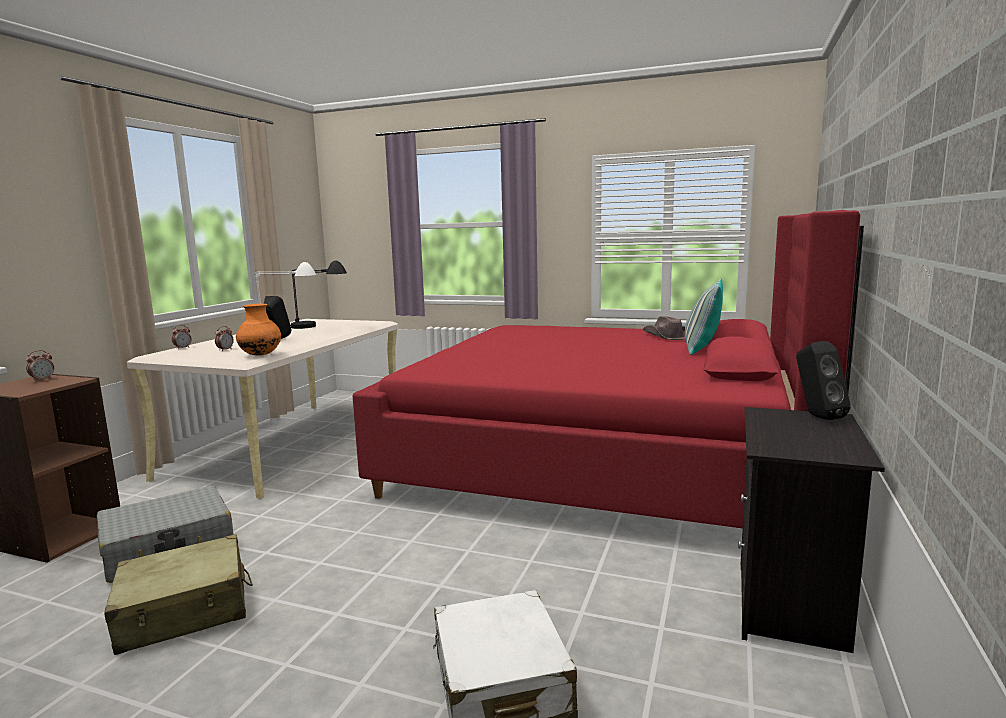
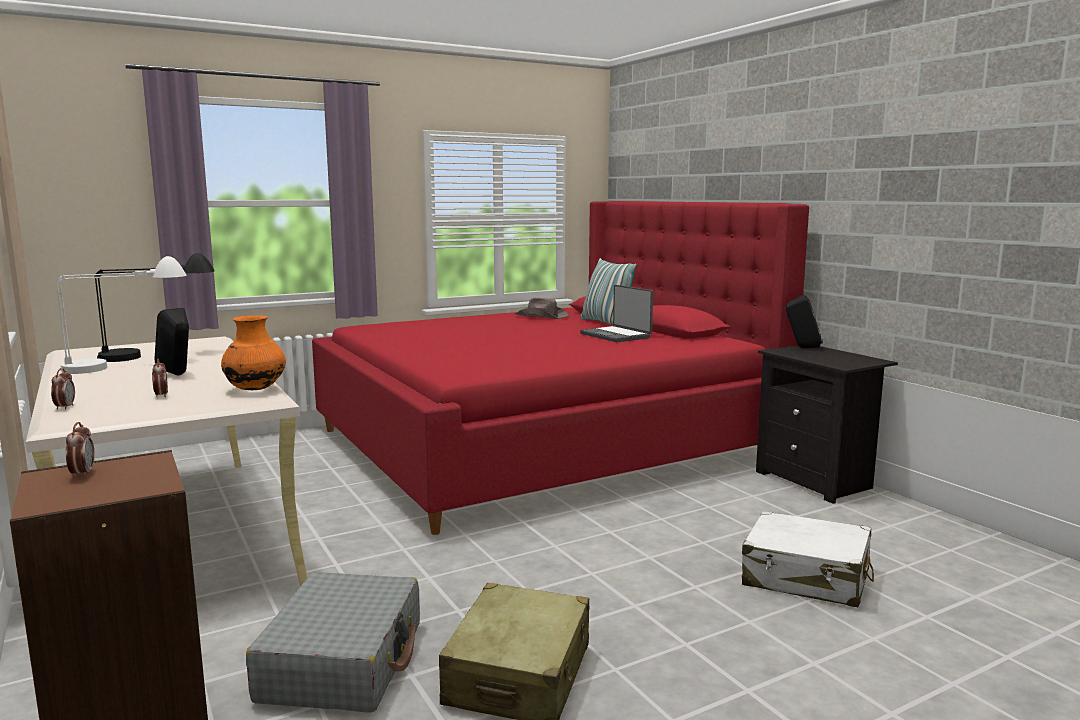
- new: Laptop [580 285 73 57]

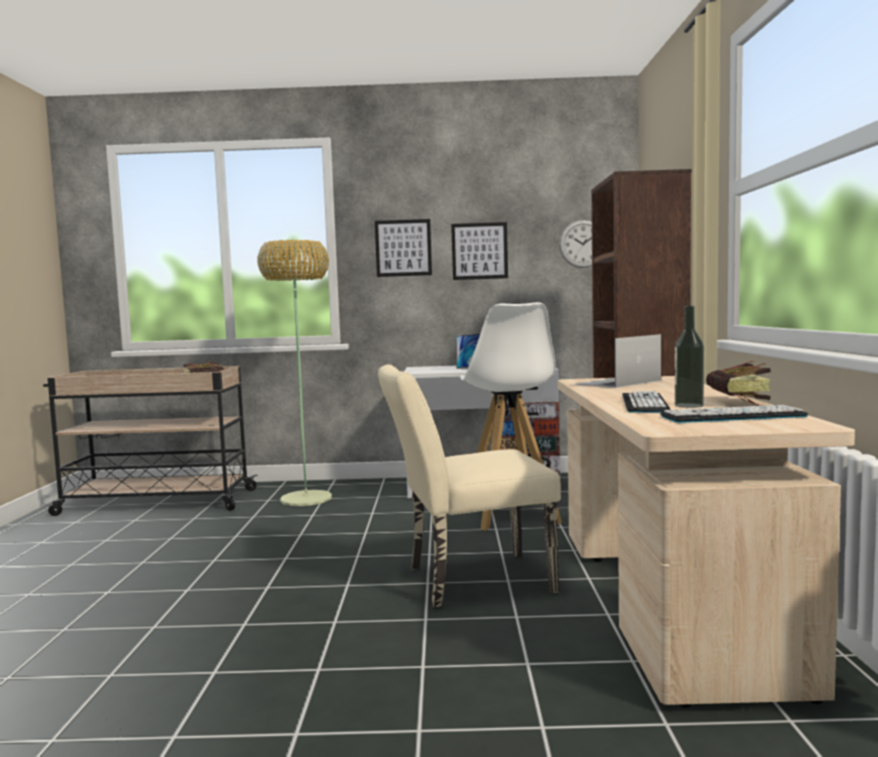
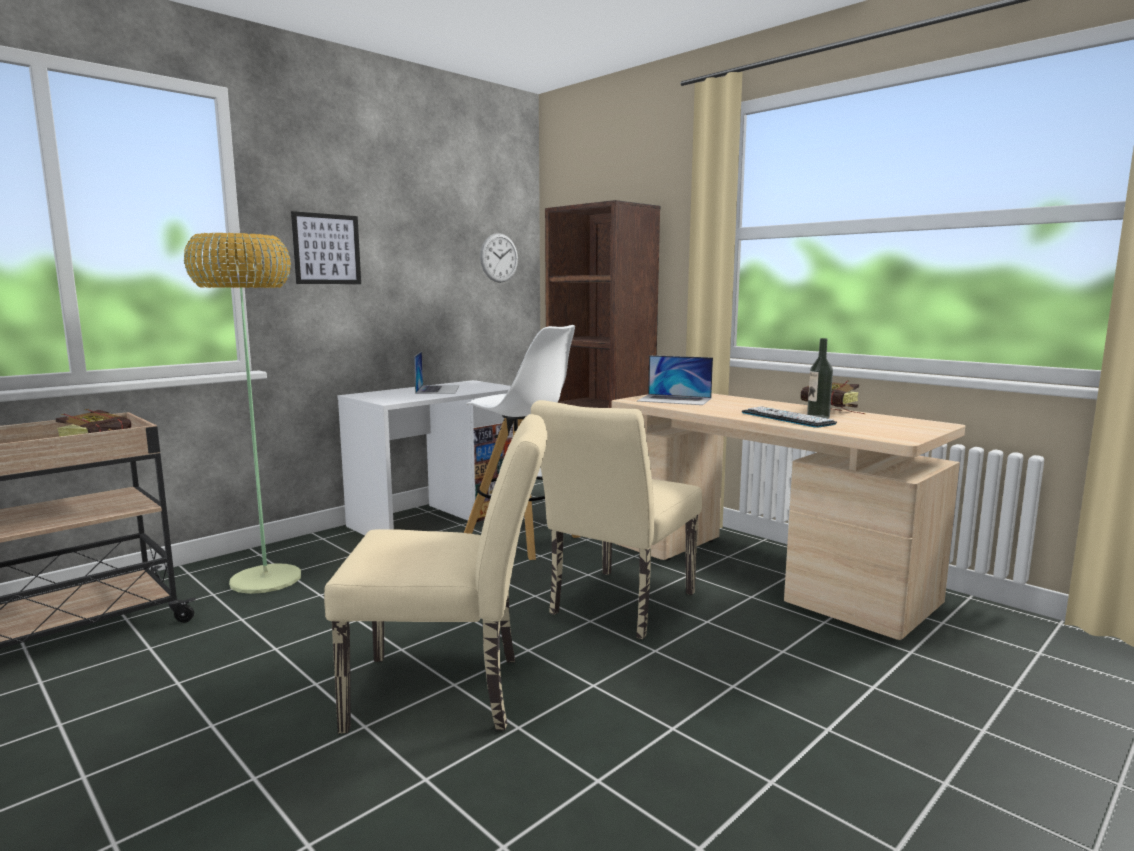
- new: Stuhl/beige [324 414 223 319]
- rotated: Laptop [575 334 86 54] = [637 355 76 50] 75 degrees counterclockwise
- gone: Bild [451 222 57 58]
- gone: Tastatur [660 405 148 18]

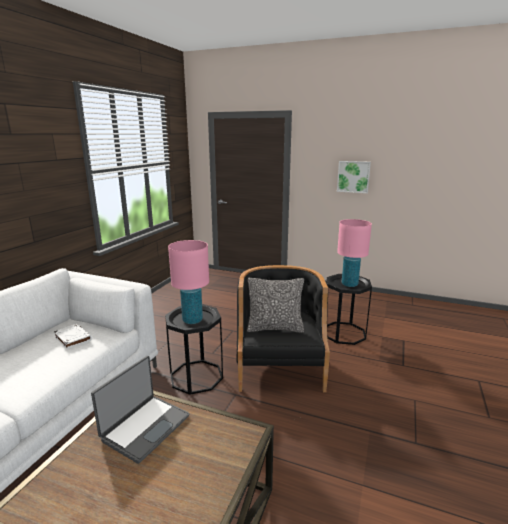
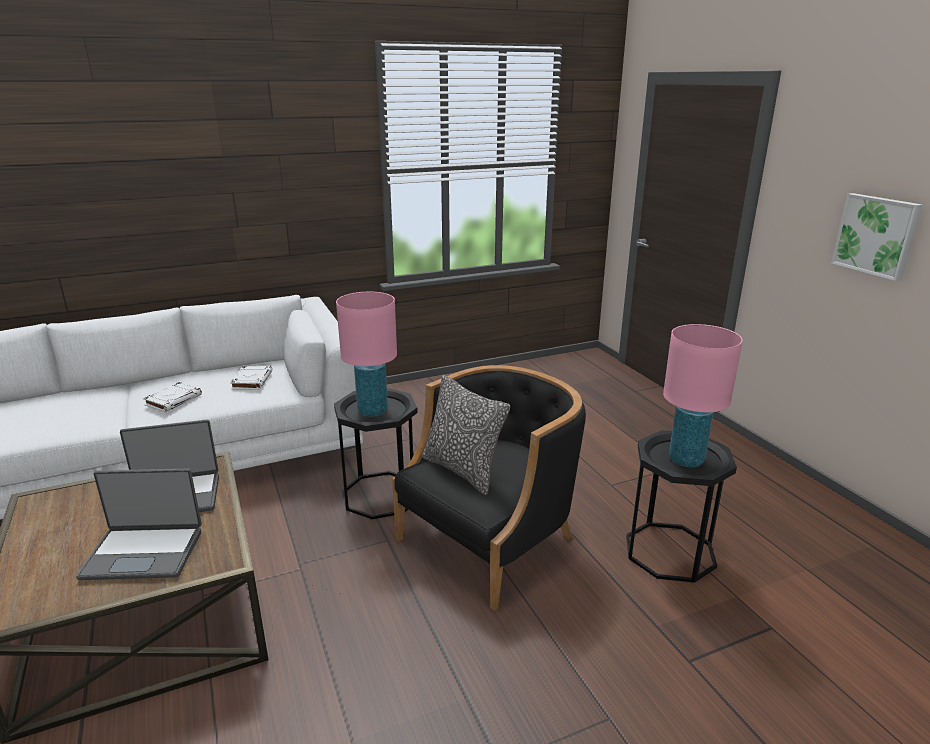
- new: Laptop [76 469 126 111]
- new: Buch/weiß [143 382 59 30]

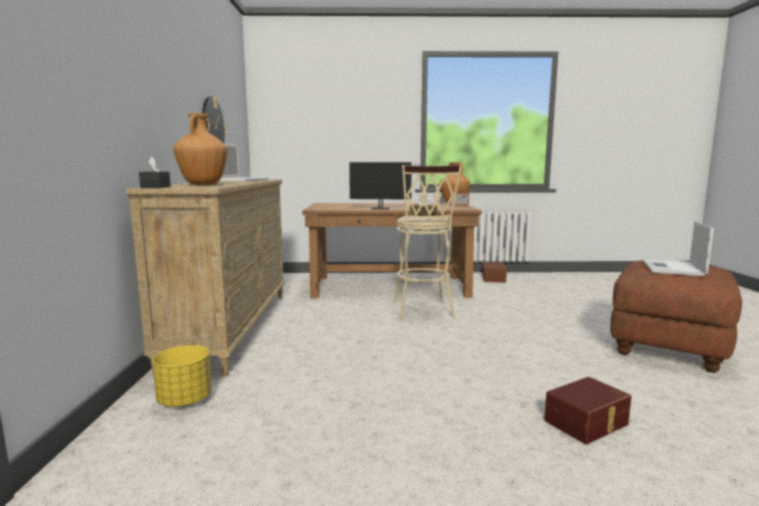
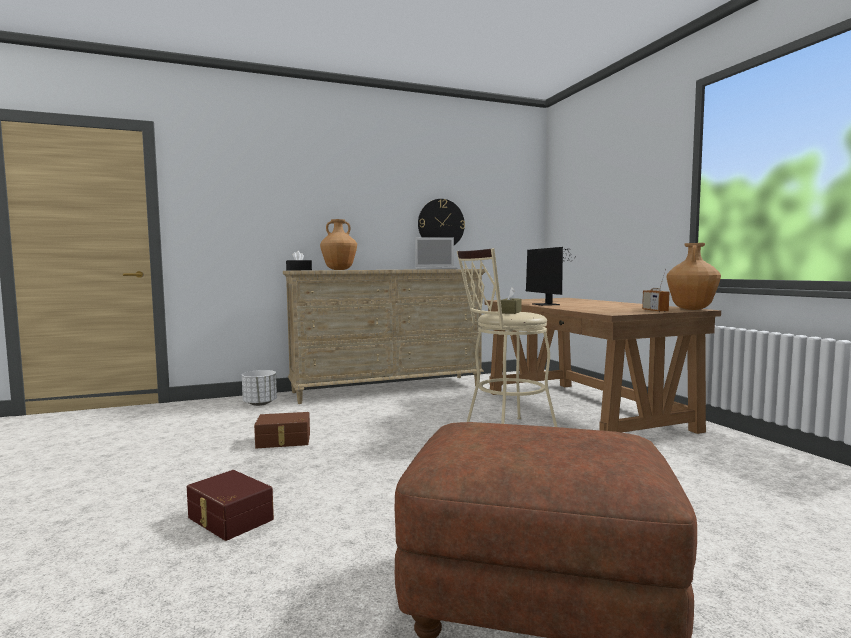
- repainted: Pflanzkübel/gelb [152 345 60 62] to Pflanzkübel/weiß [242 370 35 36]
- shifted: Aufbewahrungsbox/braun [482 262 25 21] to [254 412 56 36]
- gone: Laptop [643 221 71 55]

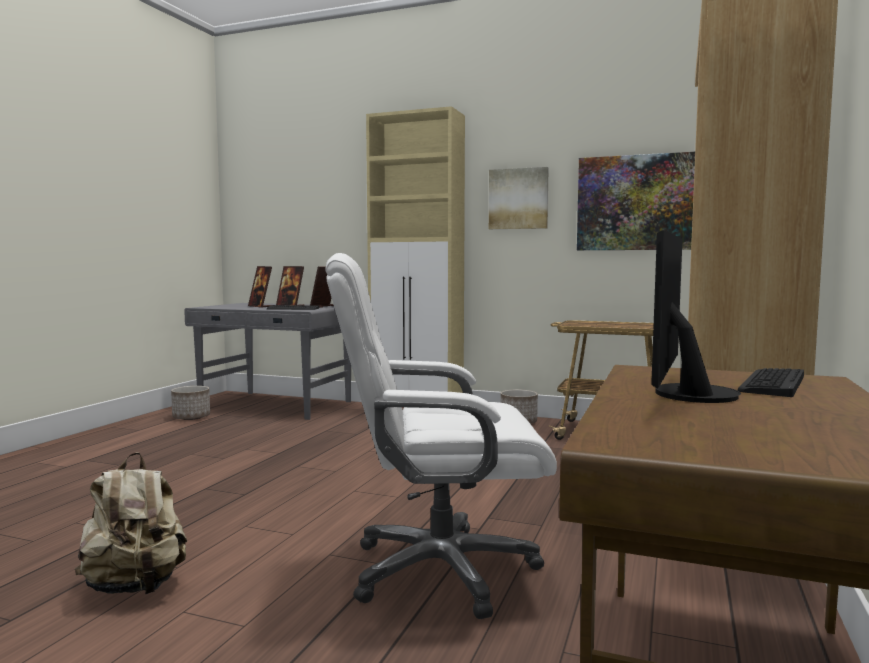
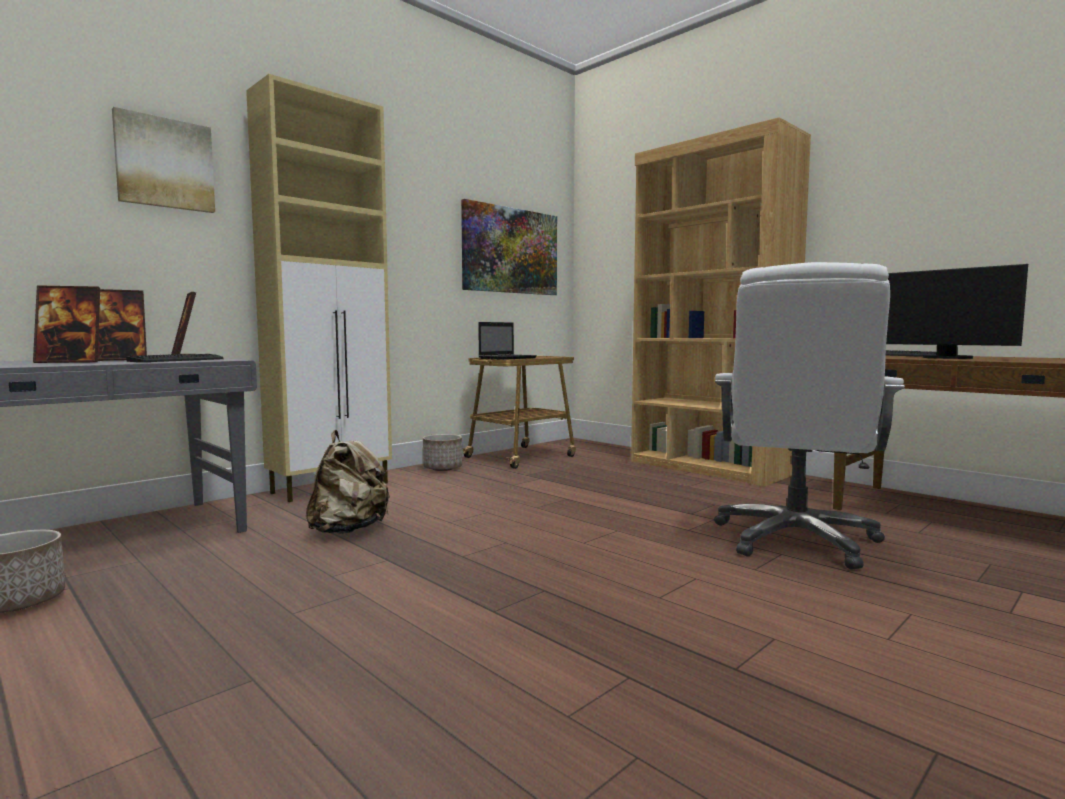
- shifted: Bild [489 167 60 62] to [112 107 103 106]
- shifted: Rucksack/beige [75 452 112 142] to [306 430 84 104]
- new: Laptop [478 322 59 38]

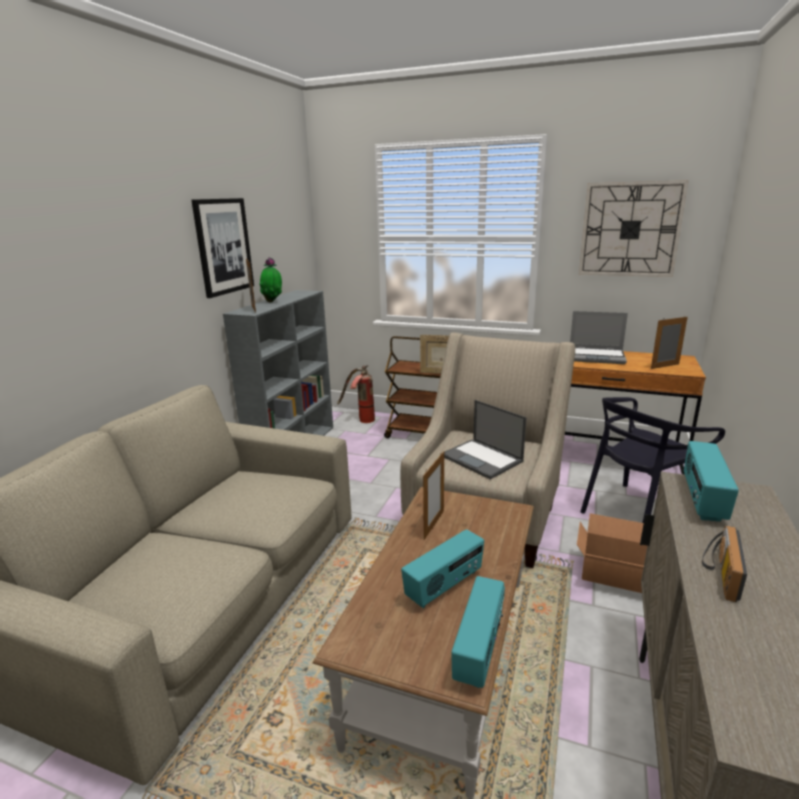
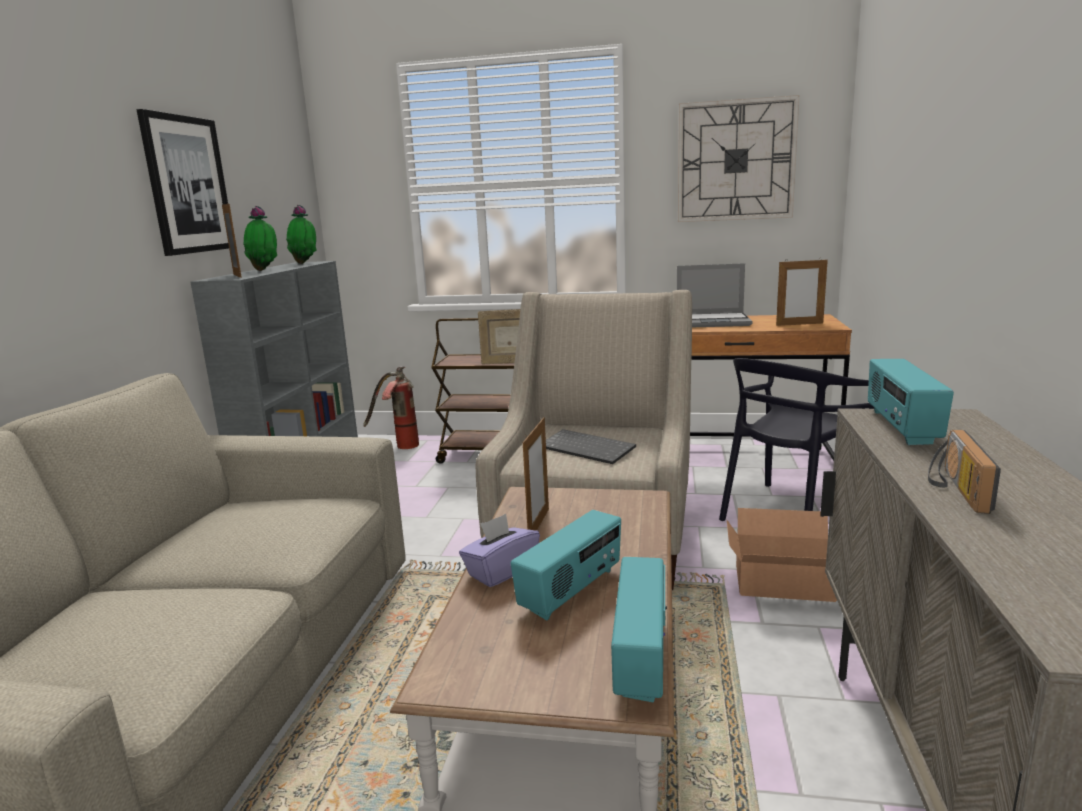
- new: Topfpflanze [286 205 30 59]
- new: Taschentuchbox/lila [459 514 81 73]
- swapped: Laptop [444 400 82 79] to Tastatur [546 429 90 35]
- rotated: Bilderrahmen [651 316 37 53] = [776 258 52 68] 150 degrees counterclockwise

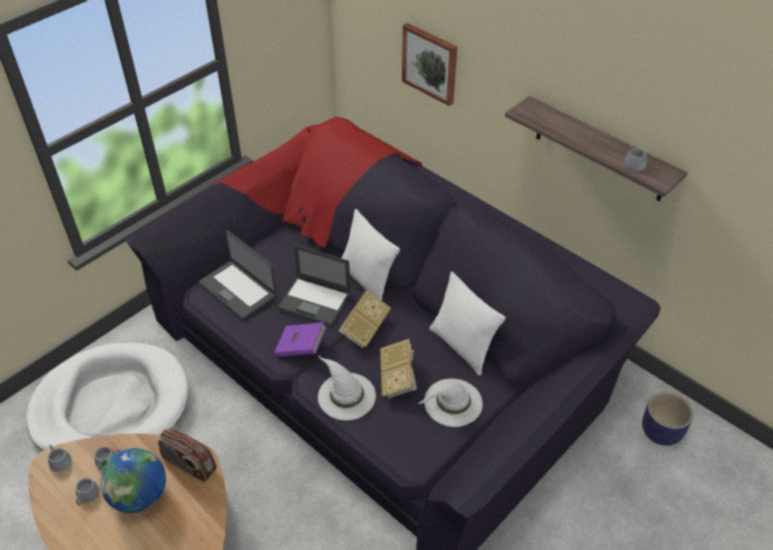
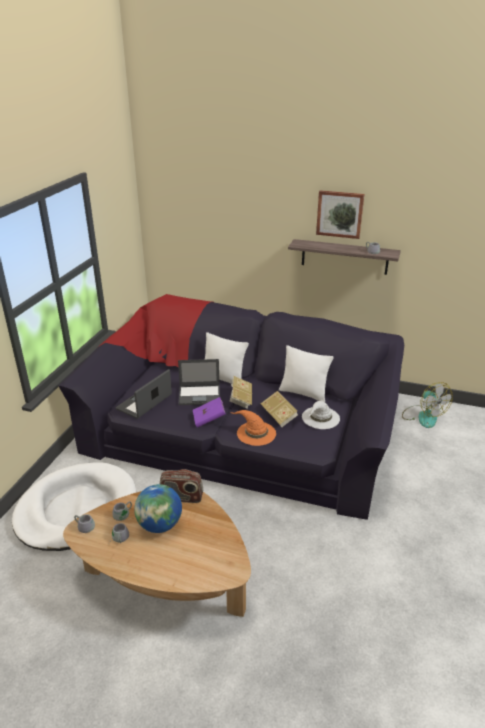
- rotated: Laptop [199 230 78 89] = [116 369 56 50] 105 degrees clockwise
- repainted: Hut/weiß [318 355 58 66] to Hut/orange [230 410 46 36]
- shifted: Bild [402 23 55 83] to [316 190 48 49]
- swapped: Pflanzkübel [642 392 51 54] to Ventilator [402 382 51 46]

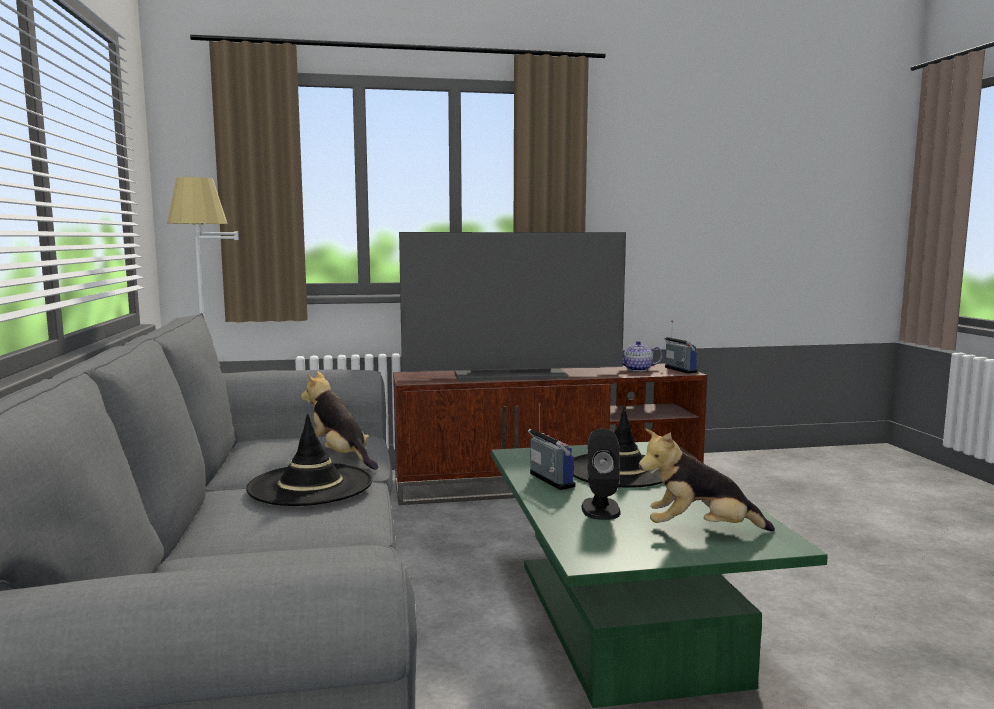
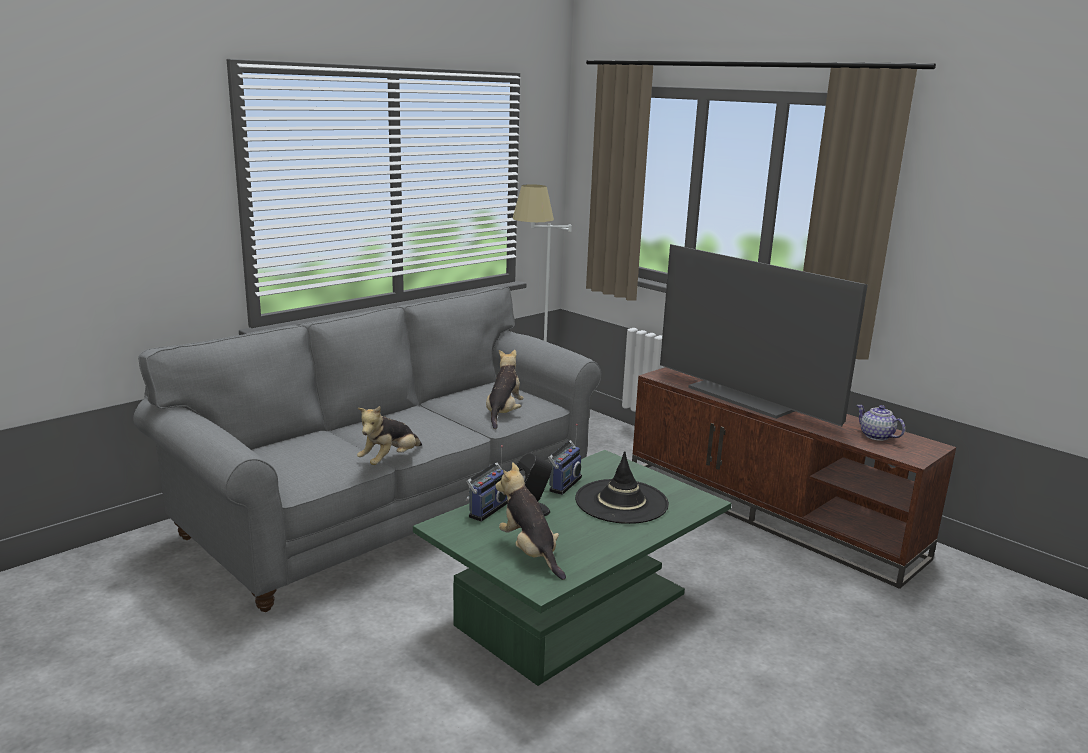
- new: Plüschtier [357 406 65 59]
- shifted: Radio [664 320 34 54] to [466 445 42 77]
- gone: Hut/schwarz [246 414 127 92]

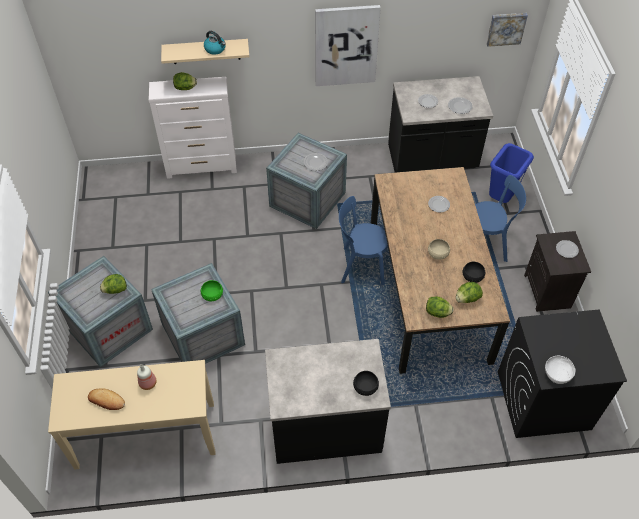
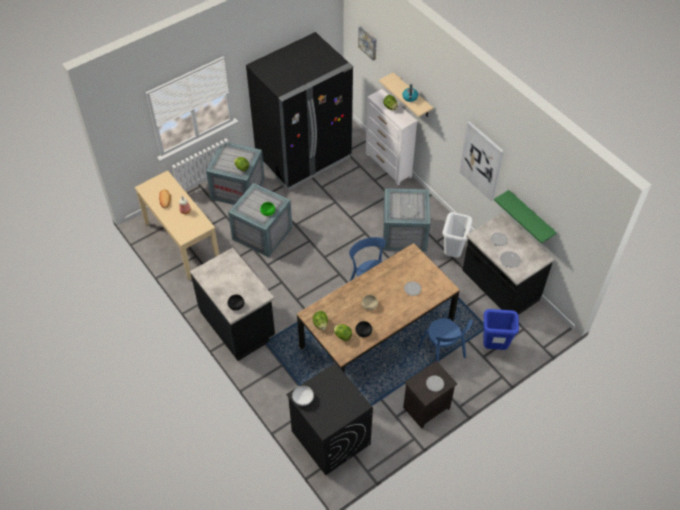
- new: Kühlschrank/schwarz [246 32 107 159]
- shifted: Bild [487 13 41 34] to [358 26 19 35]
- new: Mülleimer/weiß [442 212 30 46]
- new: Wandregal/grün [494 190 63 54]

